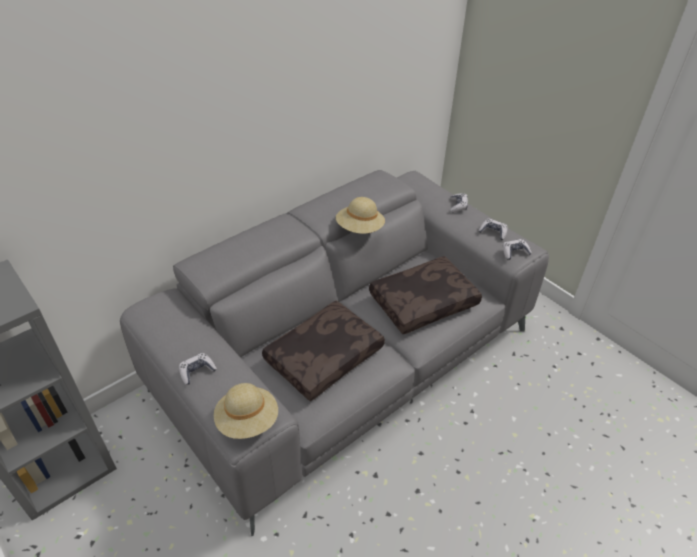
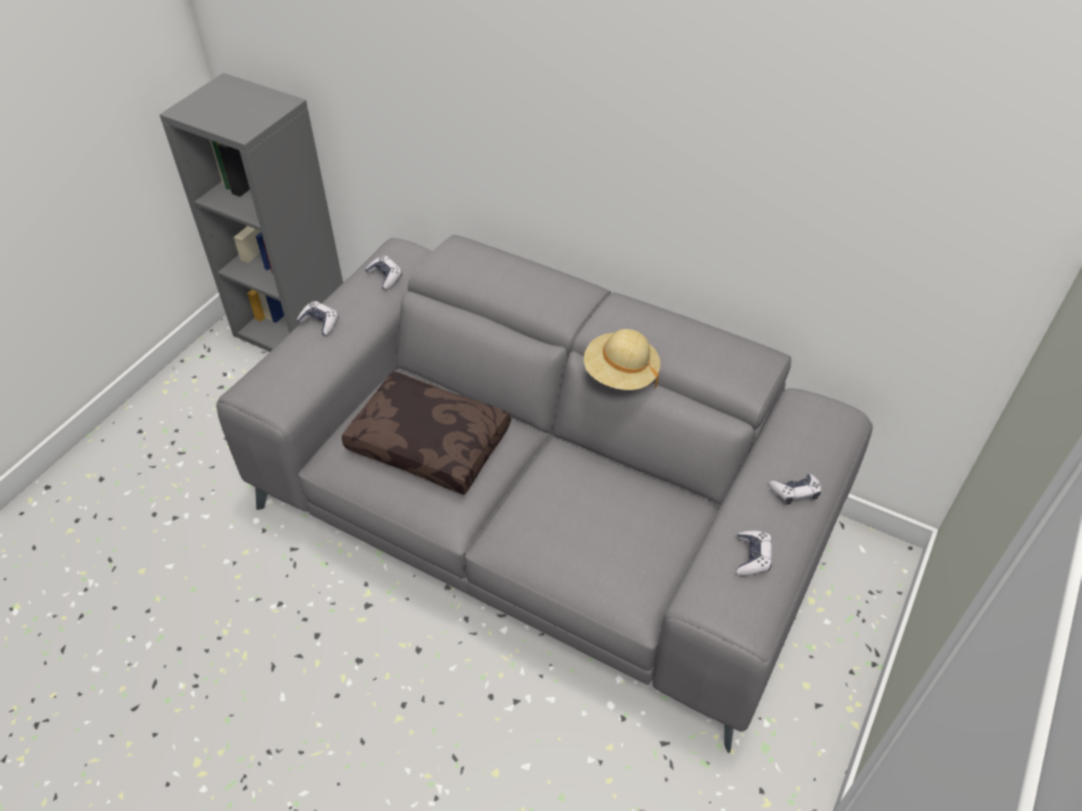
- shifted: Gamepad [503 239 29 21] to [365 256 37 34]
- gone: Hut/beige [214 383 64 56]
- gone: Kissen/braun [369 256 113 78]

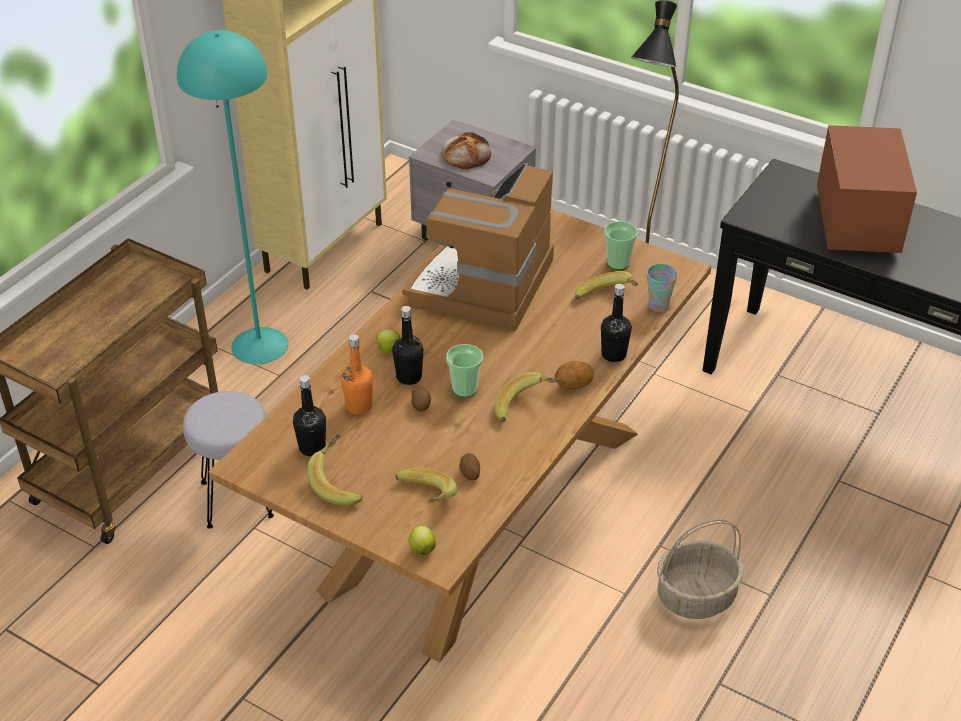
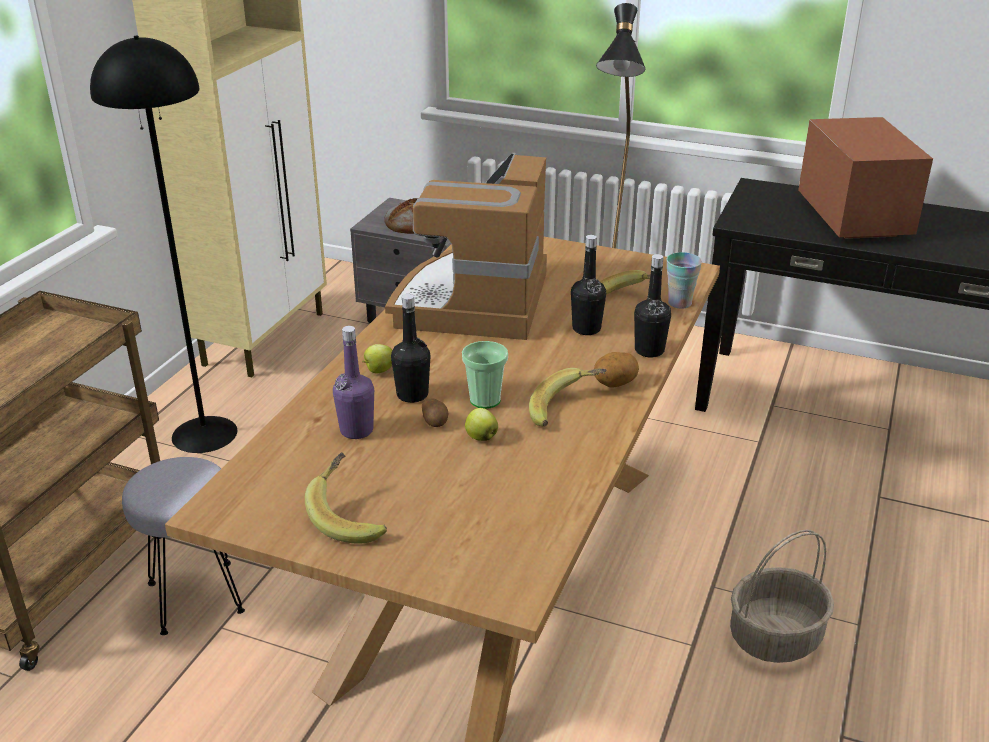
- repainted: Stehlampe/türkis [177 30 111 334] to Stehlampe/schwarz [90 36 147 417]
- repainted: Flasche/orange [341 334 32 80] to Flasche/lila [333 326 41 113]
- shifted: Apfel [408 526 28 29] to [465 408 33 33]
- shifted: Flasche/schwarz [293 375 33 81] to [571 235 35 100]
- gone: Banane [395 469 62 33]
- gone: Kartoffel [459 453 21 27]
- gone: Tasse [604 221 34 49]

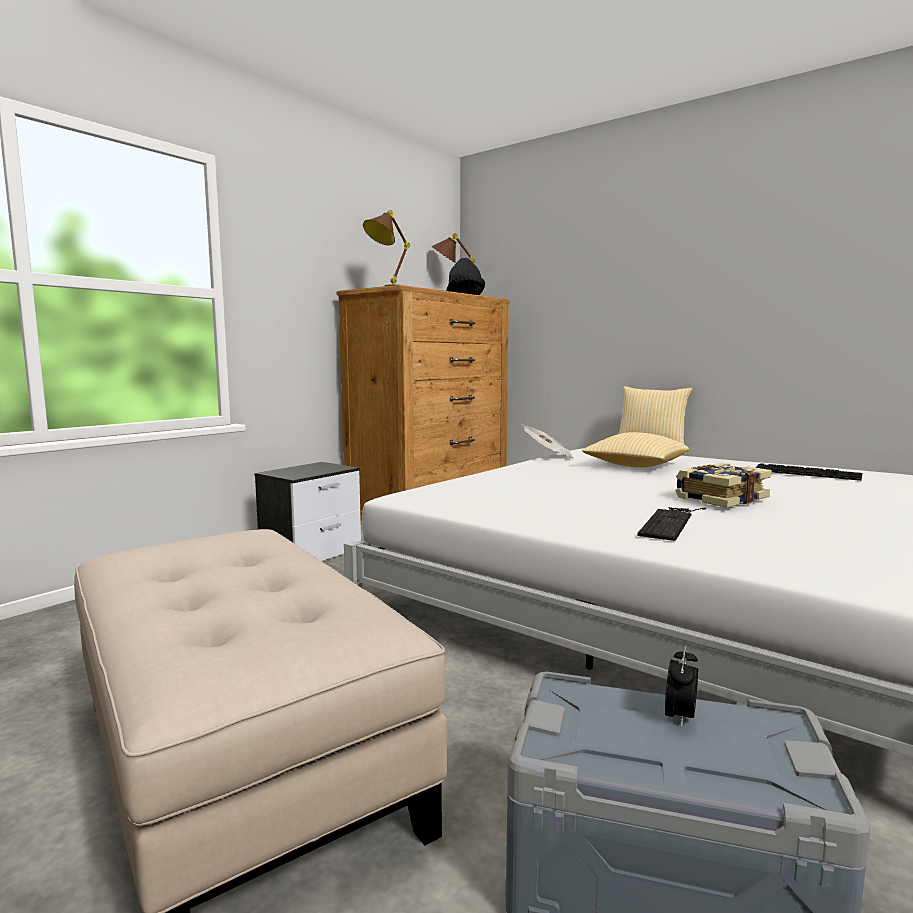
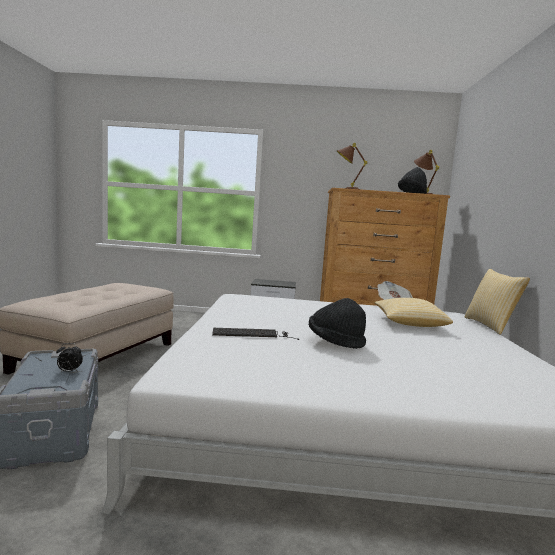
- swapped: Buch [675 463 97 45] to Hut/schwarz [309 298 57 51]
- gone: Tastatur [755 463 107 18]

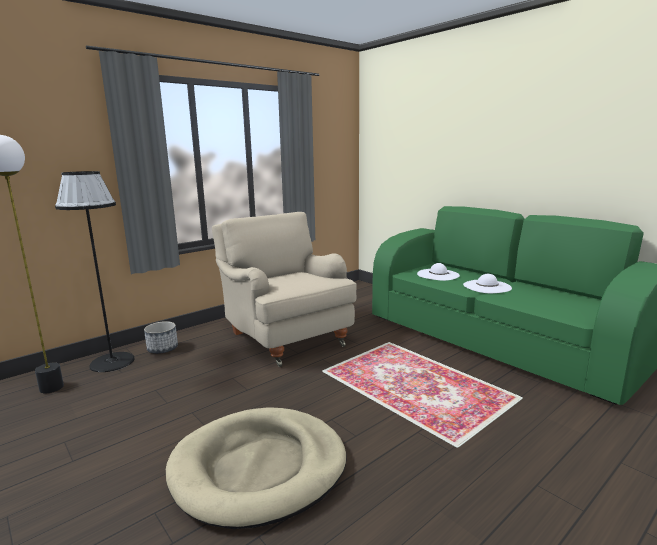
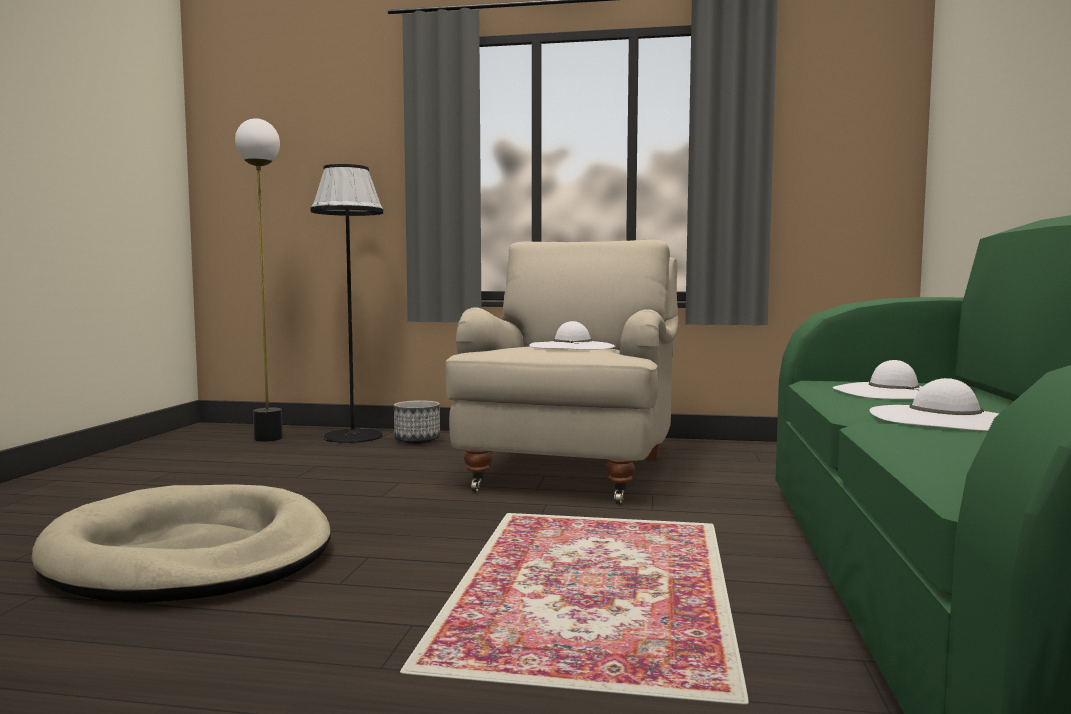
- new: Hut/weiß [529 321 87 29]

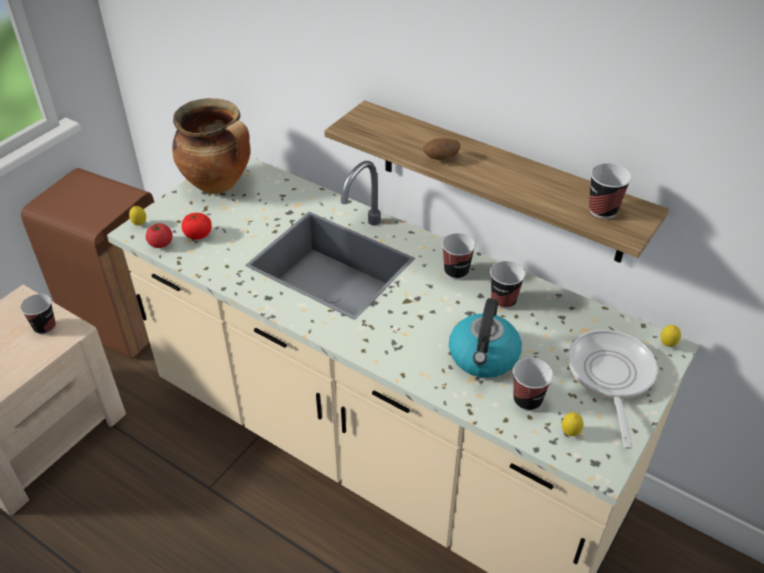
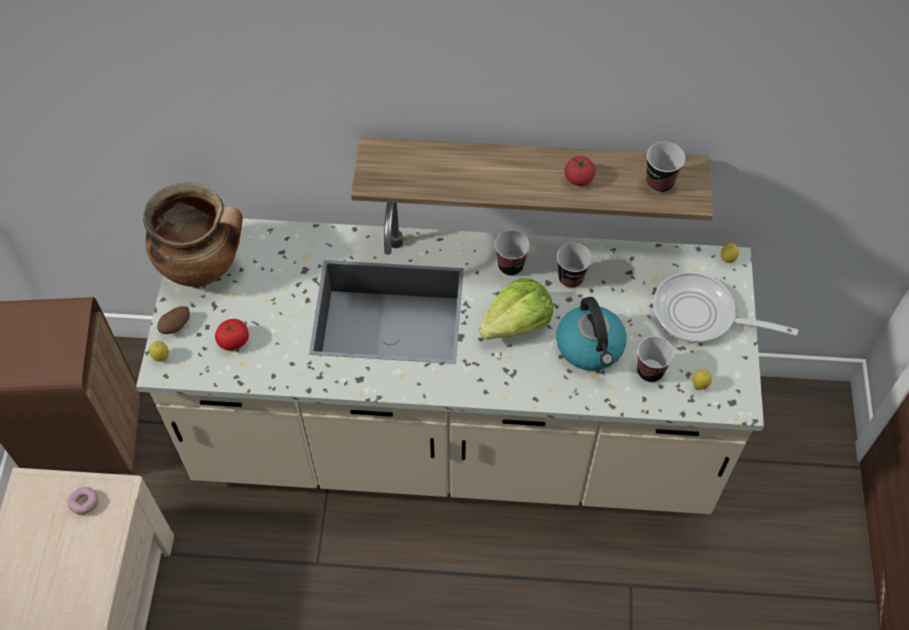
- swapped: Tasse [20 294 36 41] to Donut [68 487 30 28]
- shifted: Kartoffel [423 138 38 22] to [157 306 33 28]
- new: Salatkopf [479 278 74 62]
- shifted: Tomate [146 223 27 25] to [564 156 31 30]
- rotated: Pfanne [568 330 90 119] = [653 272 145 71] 45 degrees counterclockwise

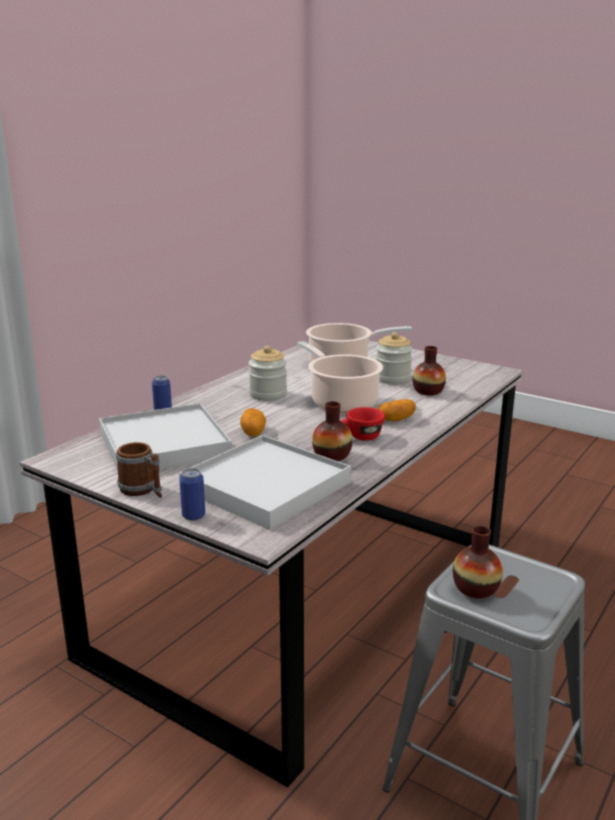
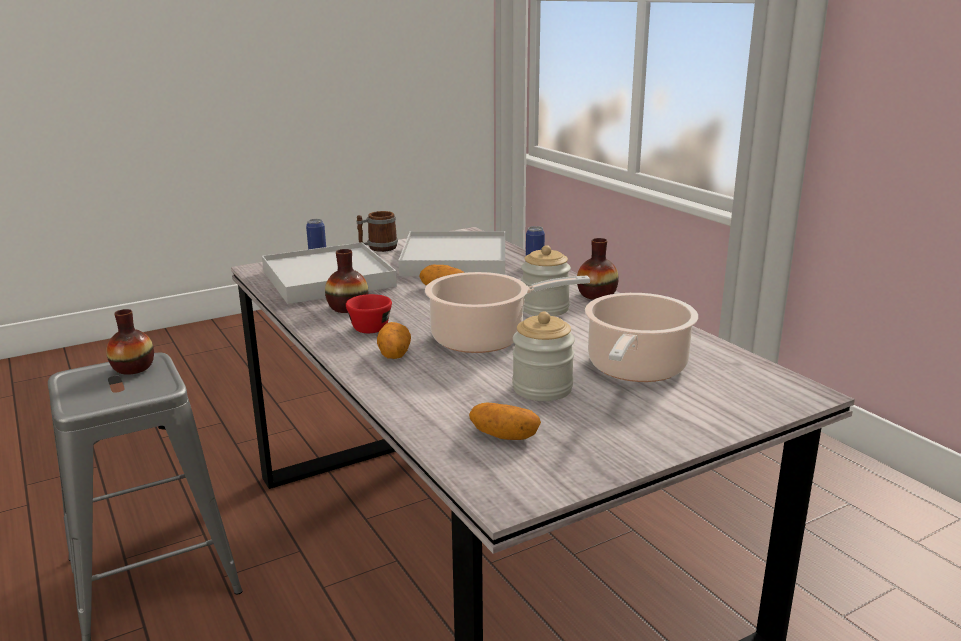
- new: Kartoffel [469 403 72 37]
- shifted: Vase [412 346 34 49] to [577 238 42 62]

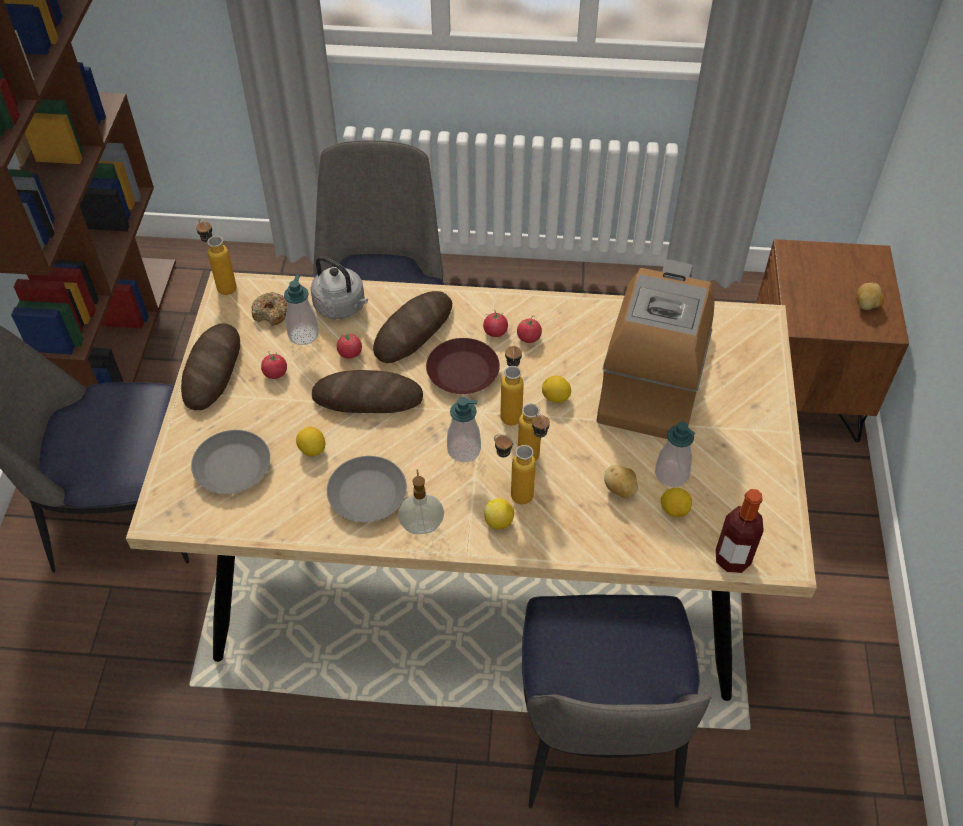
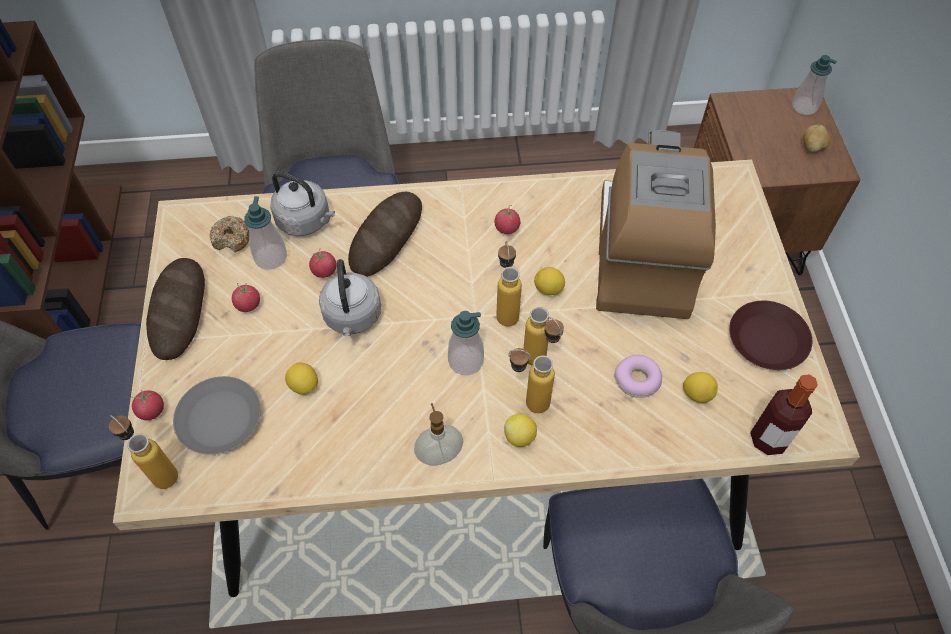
- shifted: Flasche [196 218 41 77] to [109 415 69 74]
- shifted: Tomate [483 311 25 26] to [131 390 33 30]
- swapped: Brot [312 370 111 43] to Wasserkessel/grau [319 259 62 77]
- swapped: Kartoffel [604 465 34 33] to Donut [614 355 48 43]
- shifted: Teller/braun [426 338 74 56] to [729 301 83 69]
- shifted: Seifenspender [655 422 40 65] to [792 55 45 60]
- gone: Teller/grau [327 456 80 66]

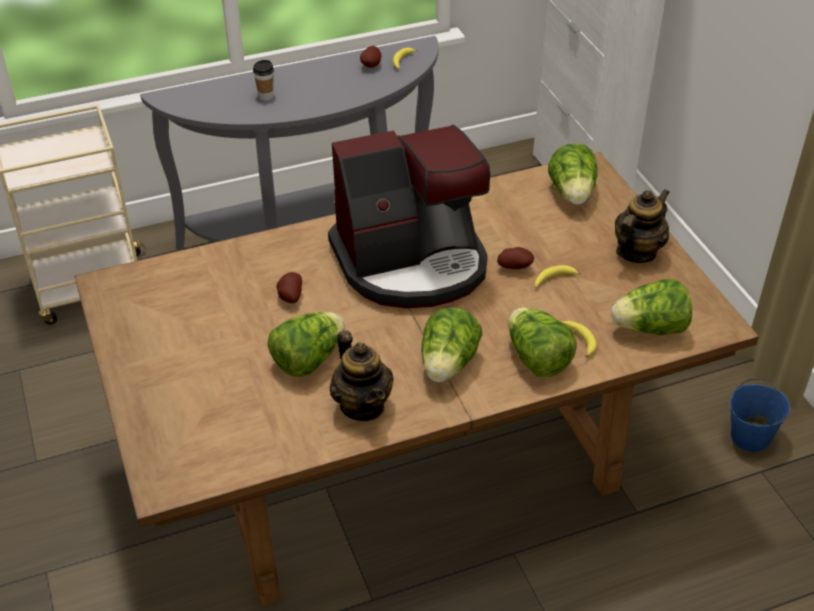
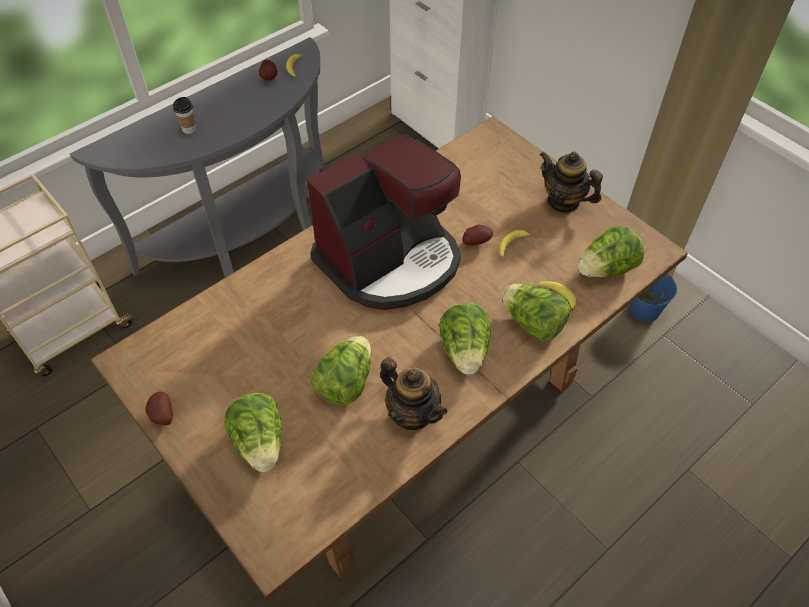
- shifted: Kartoffel [276 272 26 31] to [145 392 28 33]
- shifted: Salatkopf [548 143 50 62] to [224 393 58 79]
- rotated: Teekanne [615 189 55 74] = [540 152 63 61] 75 degrees counterclockwise

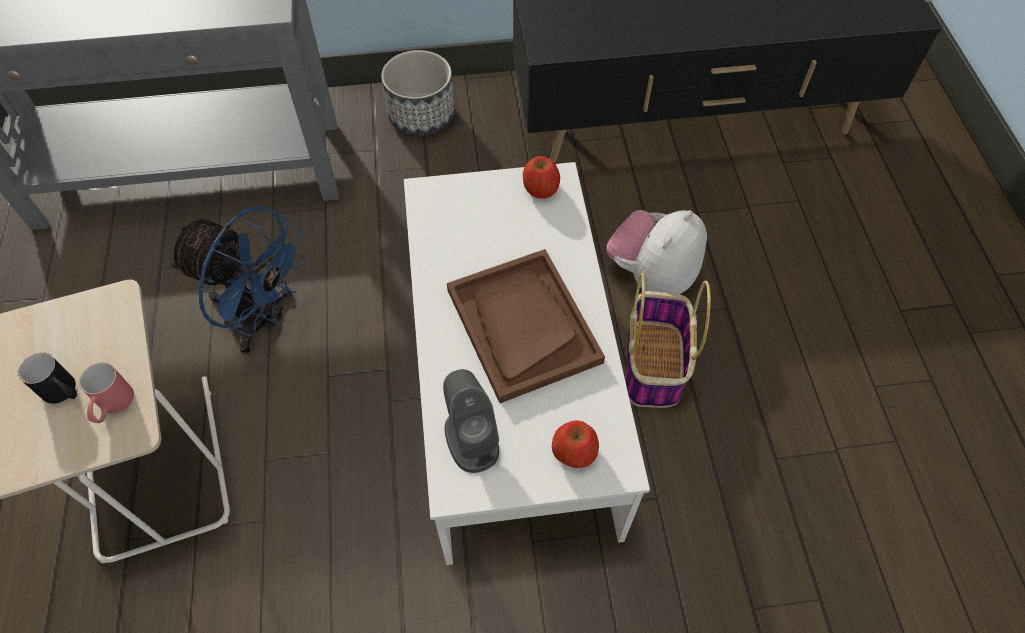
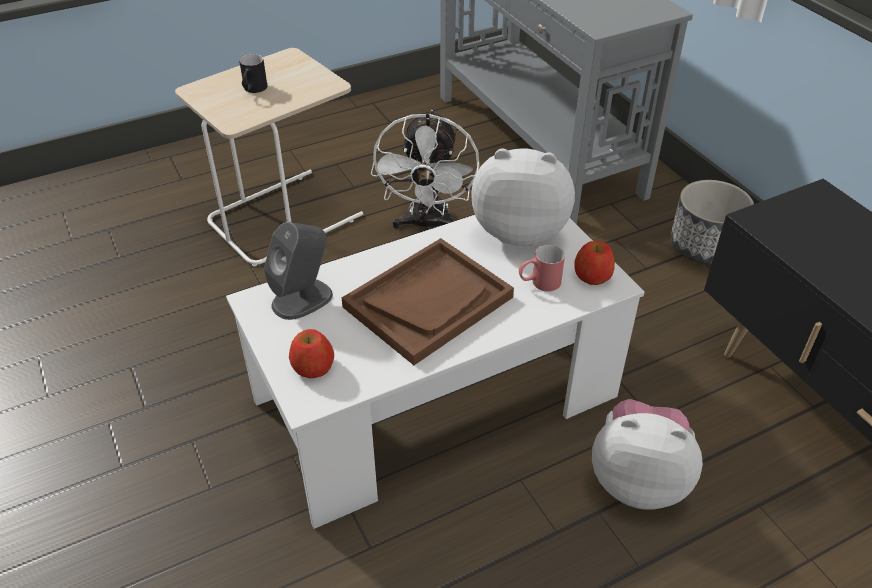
- repainted: Ventilator/blau [170 206 136 148] to Ventilator/weiß [371 110 109 120]
- new: Plüschtier [471 149 104 97]
- shifted: Henkelbecher/rot [79 362 55 61] to [519 245 46 47]
- gone: Korb [626 273 85 135]

